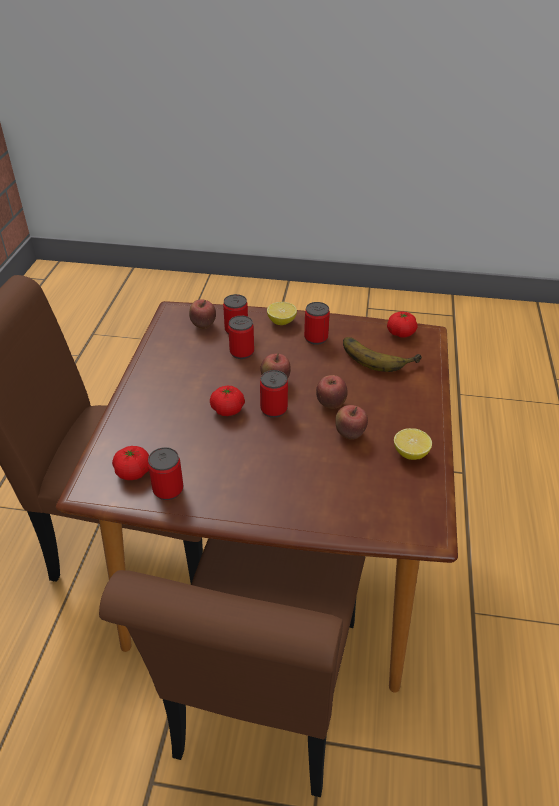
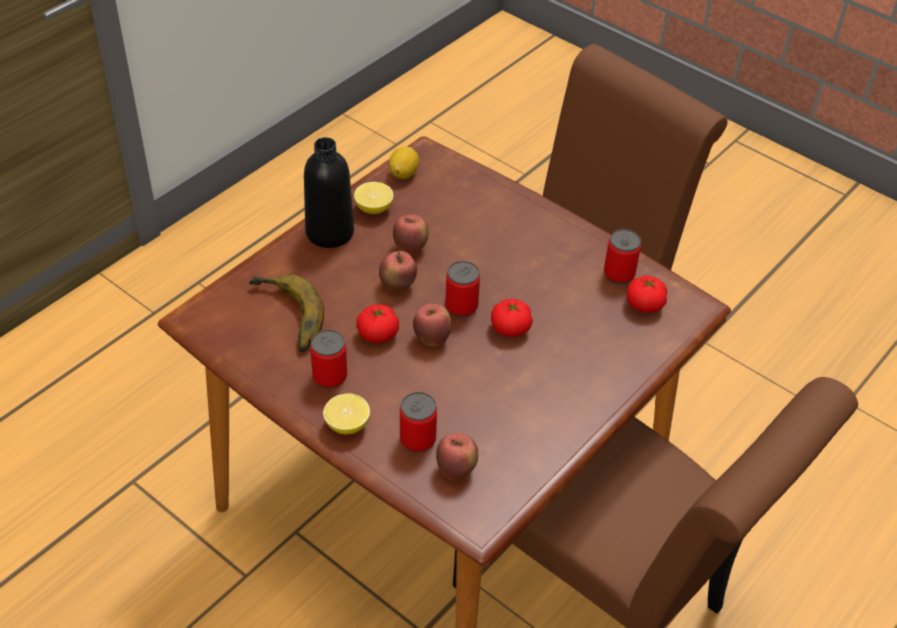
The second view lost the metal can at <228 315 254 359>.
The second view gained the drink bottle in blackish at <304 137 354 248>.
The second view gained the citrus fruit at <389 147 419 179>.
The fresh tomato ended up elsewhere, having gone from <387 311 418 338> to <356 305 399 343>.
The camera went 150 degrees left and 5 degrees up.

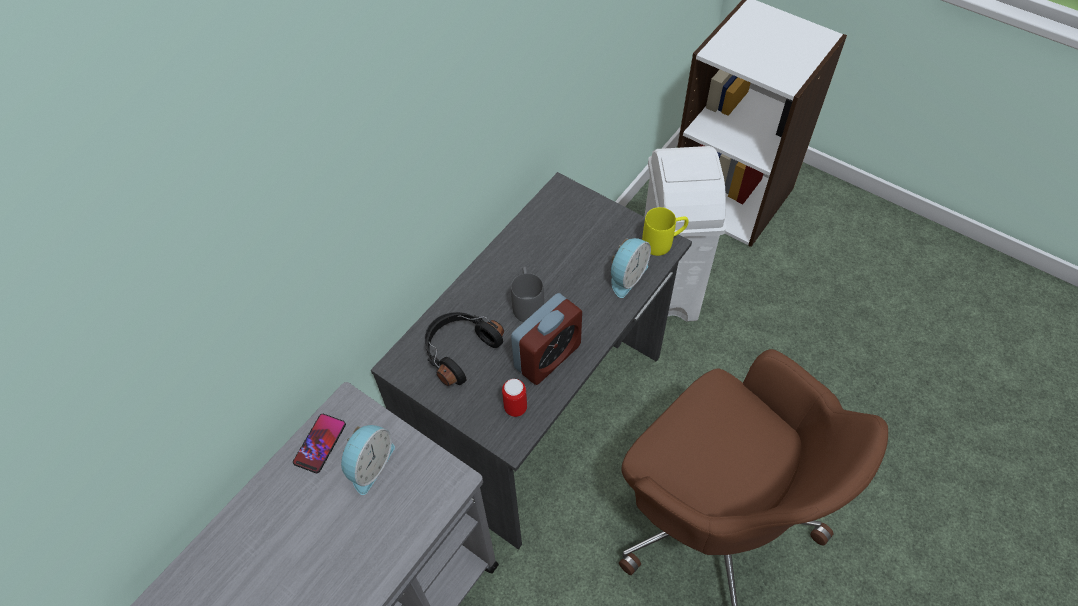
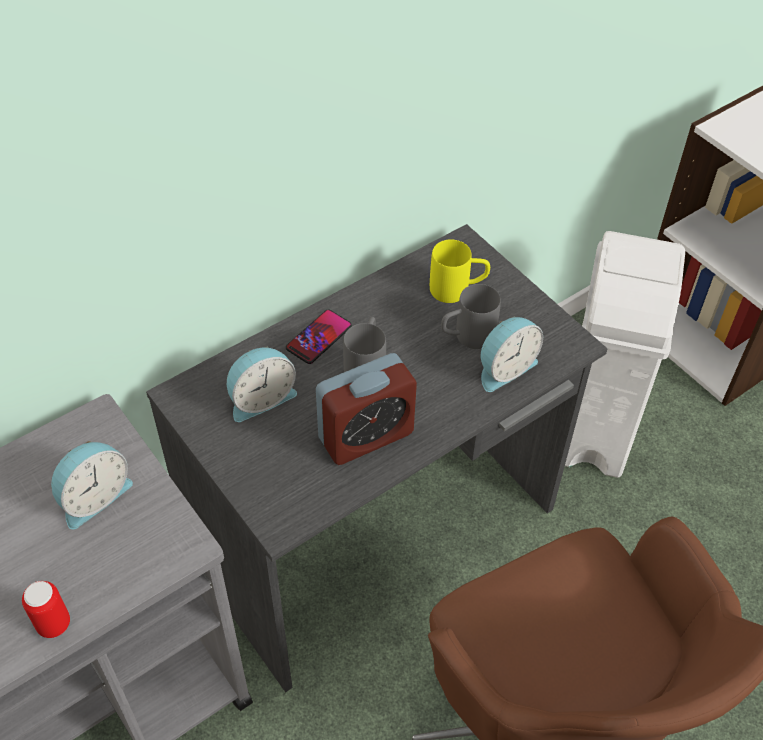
The second view gained the mug in greyish at <441 284 501 349>.
The handset ended up elsewhere, having gone from <293 414 346 473> to <286 310 352 364>.
The metal can ended up elsewhere, having gone from <502 379 527 417> to <22 581 70 638>.
The mug in yellow ended up elsewhere, having gone from <642 207 689 256> to <430 239 490 303>.
Where the headset in blackish stood at <425 312 504 386>, the table clock came to stand at <227 347 297 422>.
The camera went 15 degrees right and 5 degrees down.

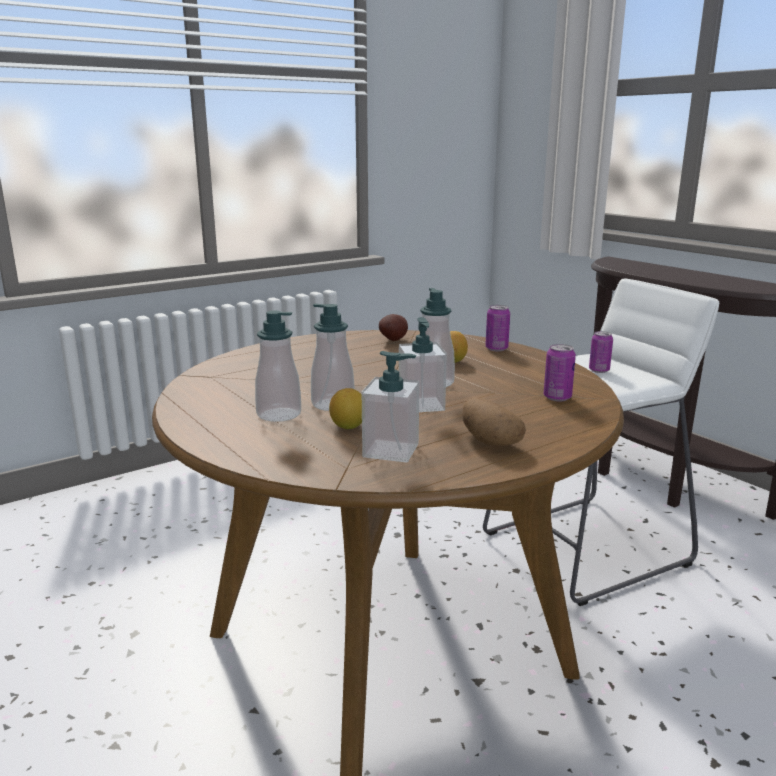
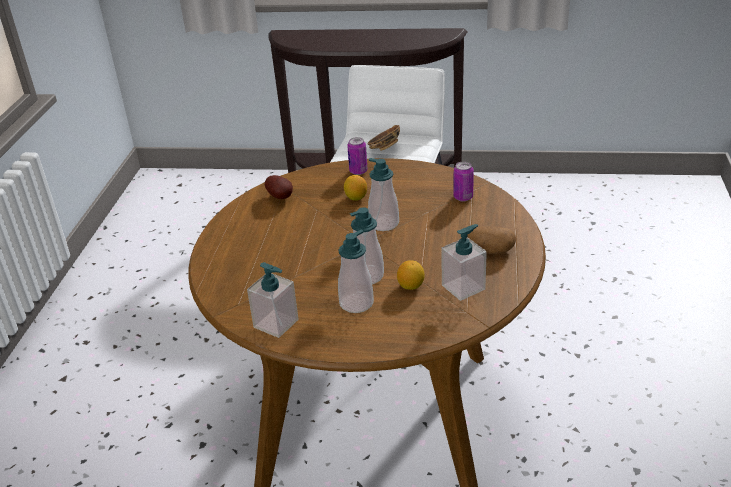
The soap bottle ended up elsewhere, having gone from <399 317 447 412> to <247 262 298 338>.
Where the metal can stood at <589 331 613 373>, the bowl came to stand at <367 125 400 151>.
The camera went 45 degrees left and 15 degrees up.

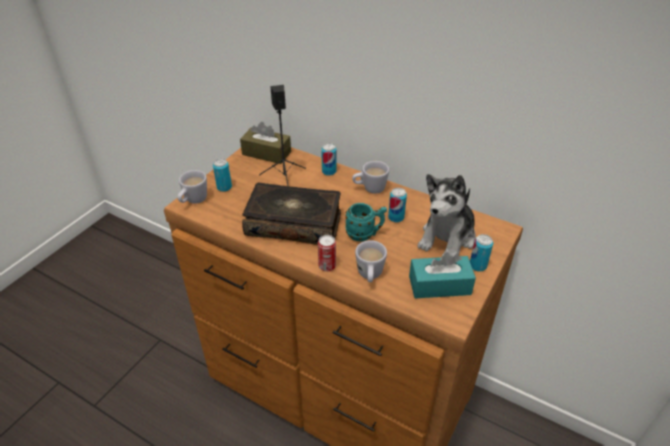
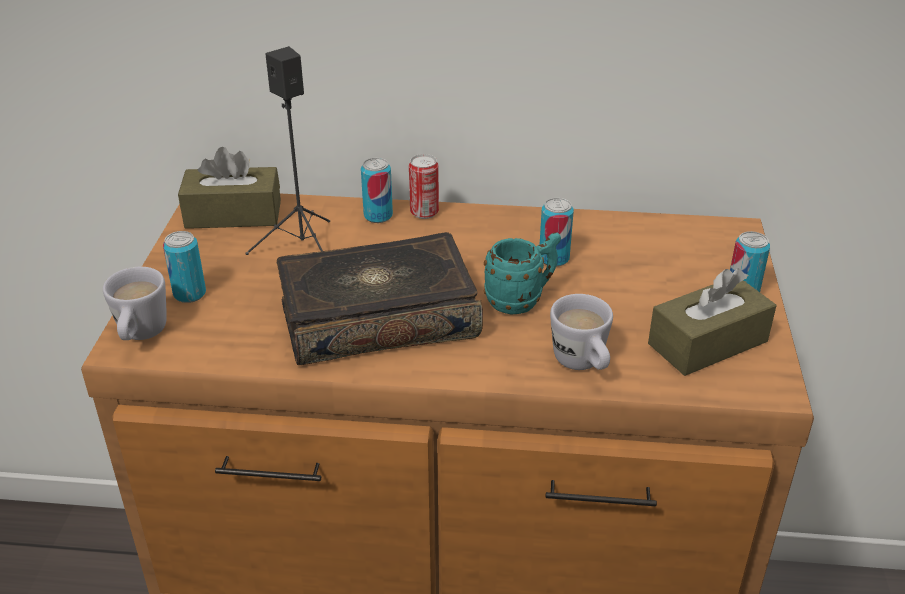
The second view lost the mug in whitish at <352 161 389 194>.
The second view lost the soft toy at <417 174 476 256>.
The metal can ended up elsewhere, having gone from <318 235 336 272> to <409 154 439 219>.
What was the box of tissues in turquoise-coloured at <409 252 476 298> turned into the box of tissues in brownish at <648 268 776 376>.
The camera went 25 degrees left and 5 degrees down.

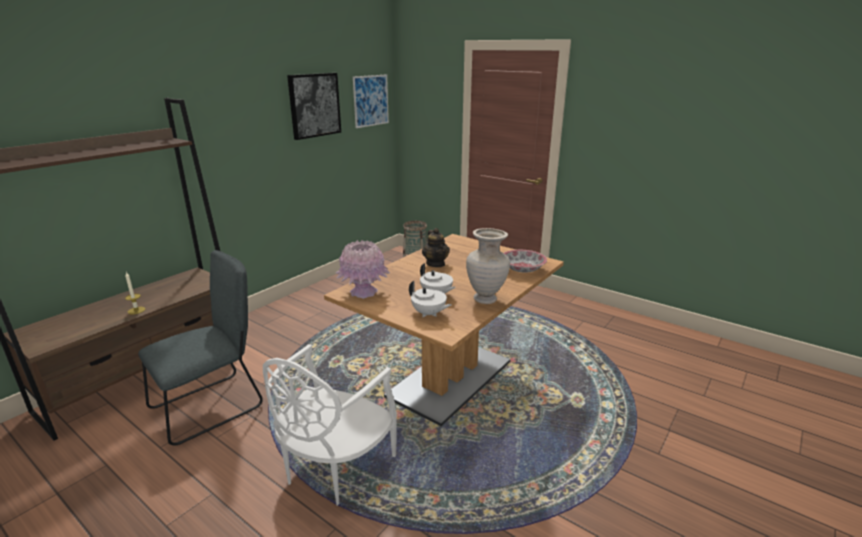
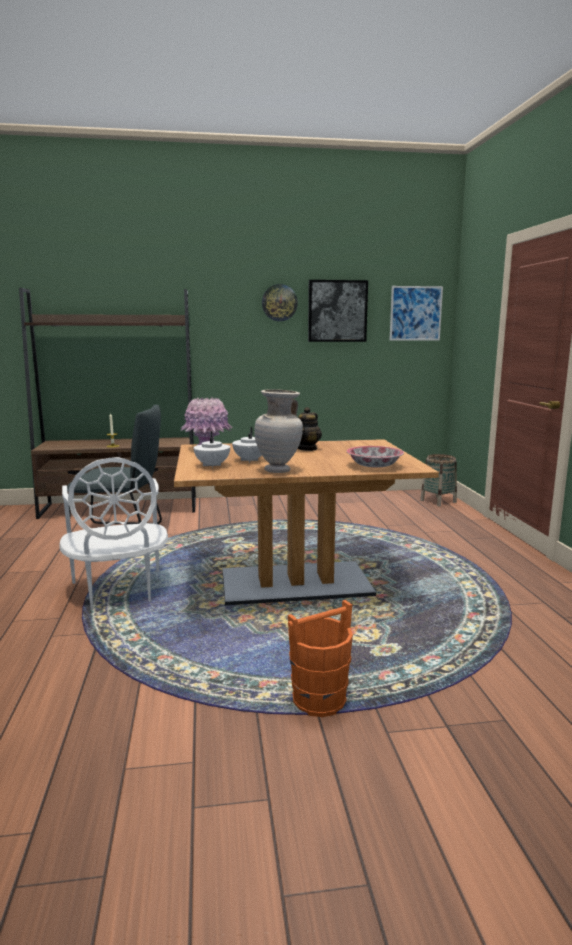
The second view gained the wall clock at <262 284 298 321>.
The second view gained the bucket in orangey at <288 600 353 717>.
The upright chair in whitish at <263 344 397 506> ended up facing another way, 90 degrees counterclockwise from before.
The camera went 45 degrees right and 10 degrees down.

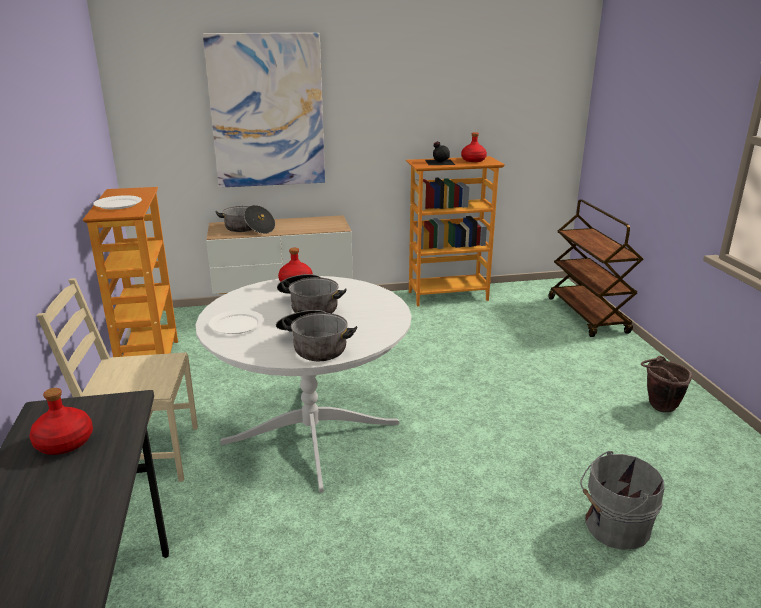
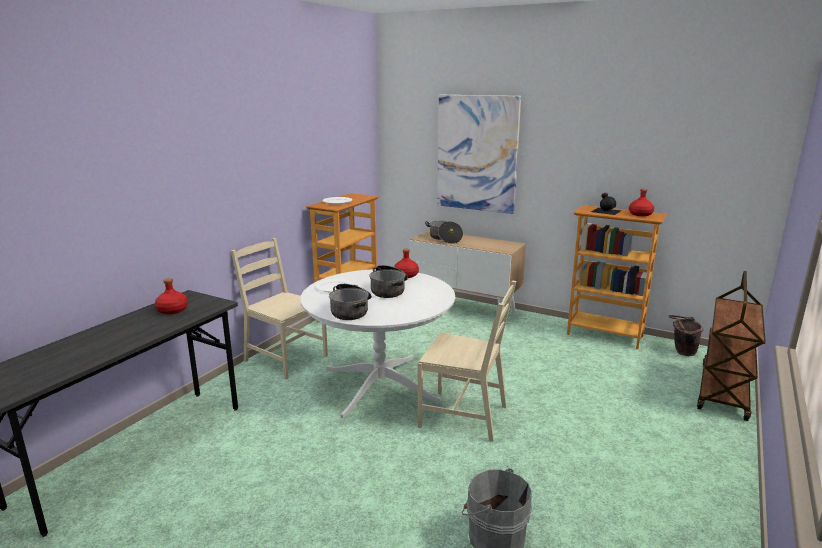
The second view gained the upright chair in sand-coloured at <418 280 516 442>.
The bucket in brownish ended up elsewhere, having gone from <640 356 692 412> to <668 315 703 356>.
The camera went 40 degrees right and 5 degrees down.

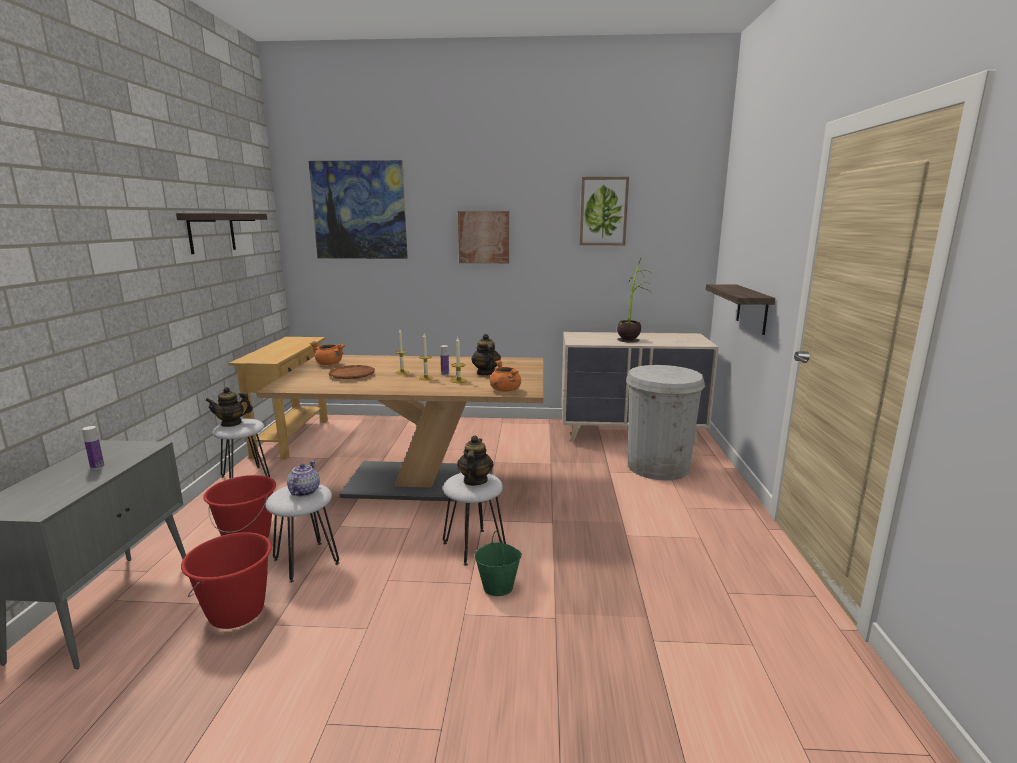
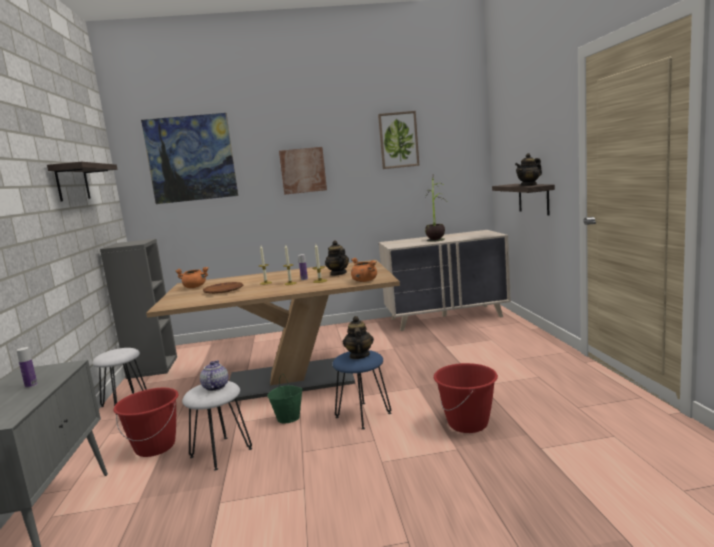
The second view lost the waste bin in whitish at <626 365 705 481>.
The bucket in reddish ended up elsewhere, having gone from <181 532 272 629> to <434 363 498 433>.
The tea pot ended up elsewhere, having gone from <205 387 253 427> to <515 153 542 186>.
The bucket in greenish ended up elsewhere, having gone from <475 531 522 596> to <267 373 303 423>.
Where the hall table in sand-coloured stood at <228 337 328 460>, the bookcase in greyish came to stand at <100 239 177 379>.
What was the stool seat in whitish at <443 473 506 566> turned into the stool seat in blue at <332 350 391 430>.
The camera went 10 degrees left and 5 degrees down.

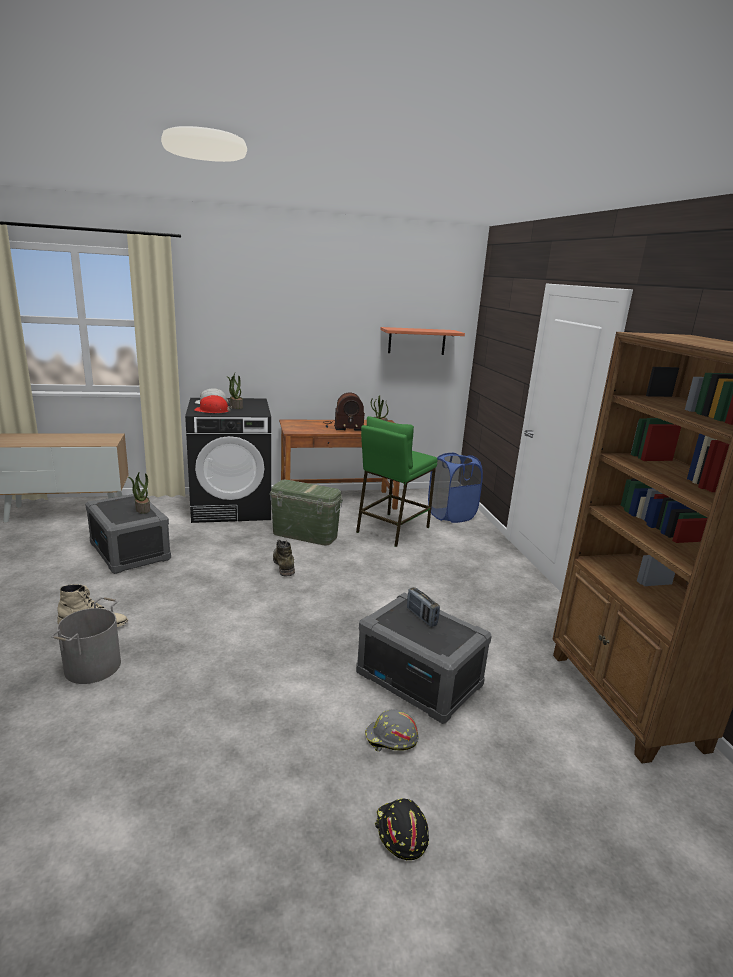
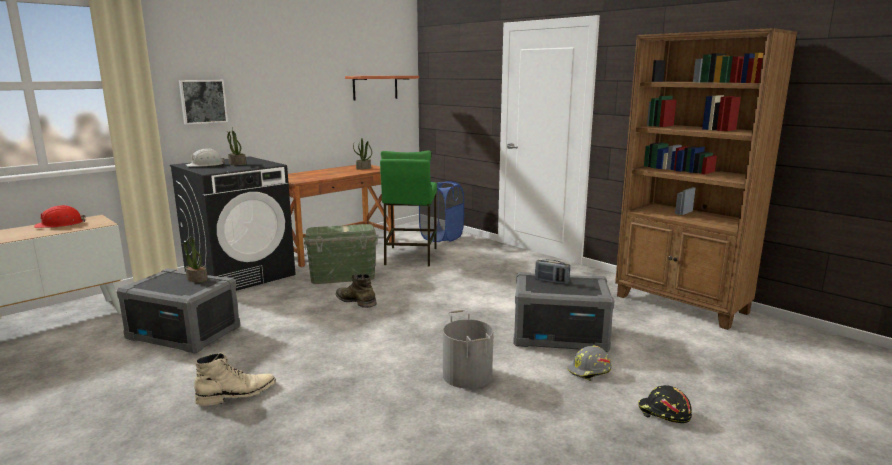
The second view lost the radio at <323 392 365 431>.
The second view gained the wall art at <179 80 228 125>.
The bucket in greyish ended up elsewhere, having gone from <51 597 121 684> to <443 310 493 389>.
The hard hat in reddish ended up elsewhere, having gone from <194 395 231 413> to <34 205 86 228>.
The camera went 30 degrees left and 5 degrees down.

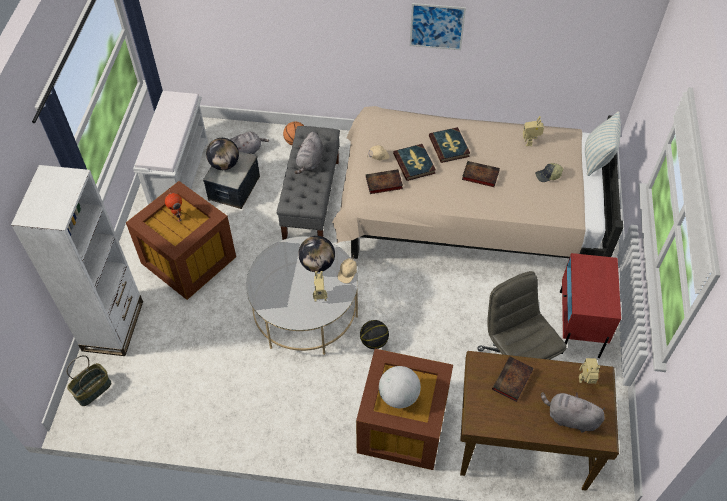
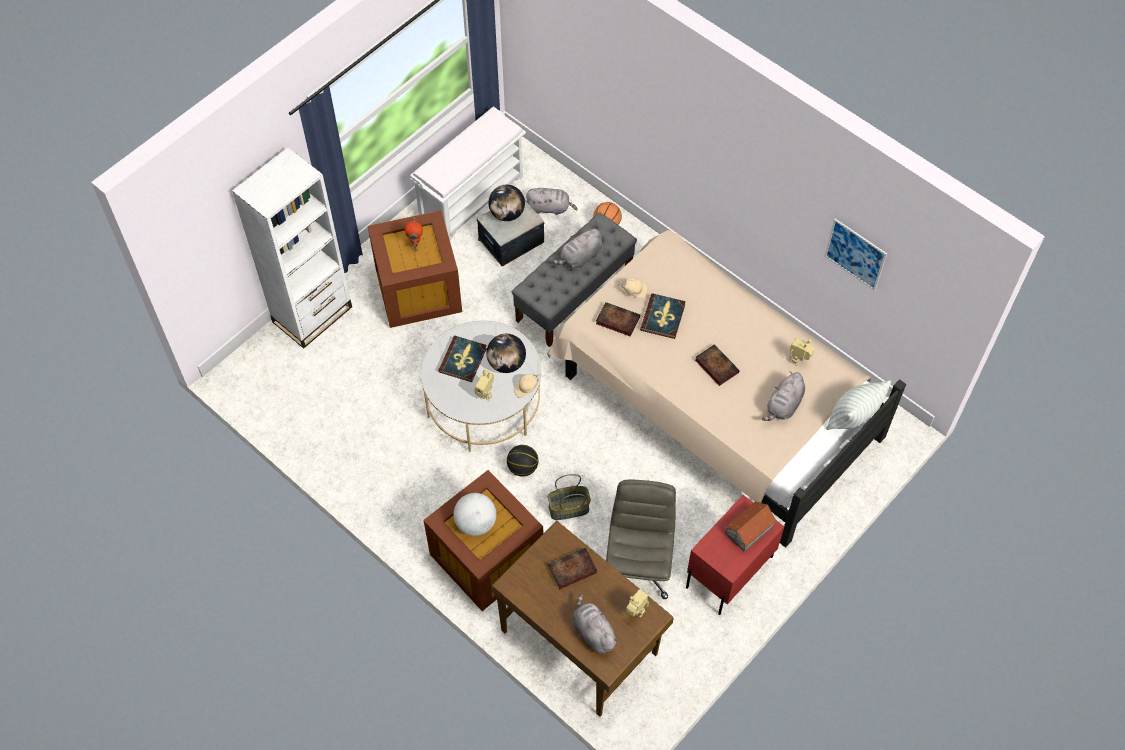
The second view gained the miniature house at <725 501 777 552>.
The basket ended up elsewhere, having gone from <67 355 111 406> to <548 474 591 520>.
The wall art ended up elsewhere, having gone from <410 3 466 50> to <825 219 887 291>.
The bound book ended up elsewhere, having gone from <429 127 470 163> to <438 336 487 382>.
Where the peaked cap stood at <535 163 563 182>, the soft toy in greyish came to stand at <762 372 805 421>.
The camera went 35 degrees right and 5 degrees up.

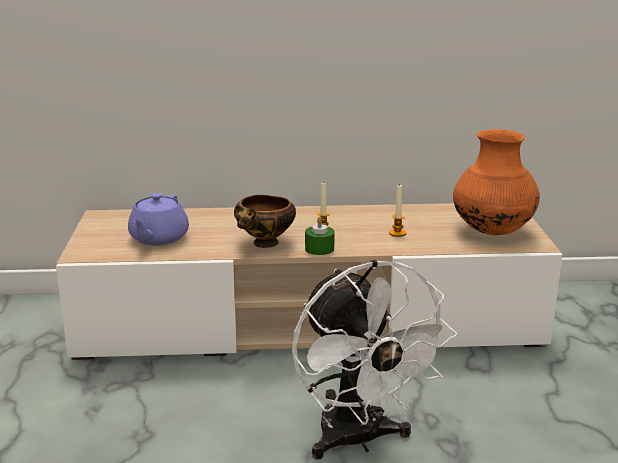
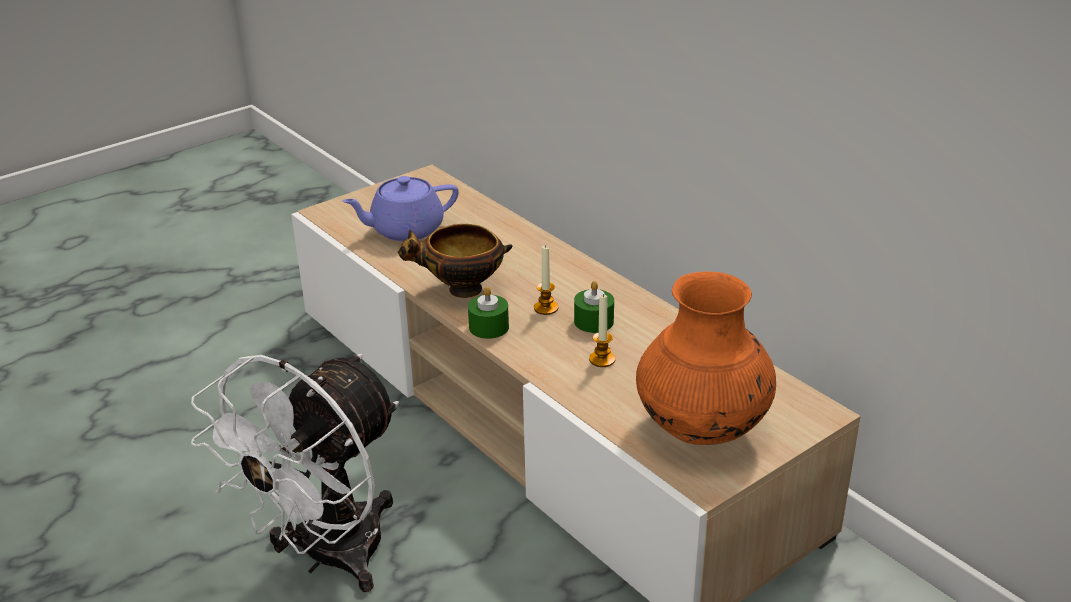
The second view gained the wax candle in greenish at <574 281 614 333>.
The camera went 55 degrees right and 10 degrees up.

